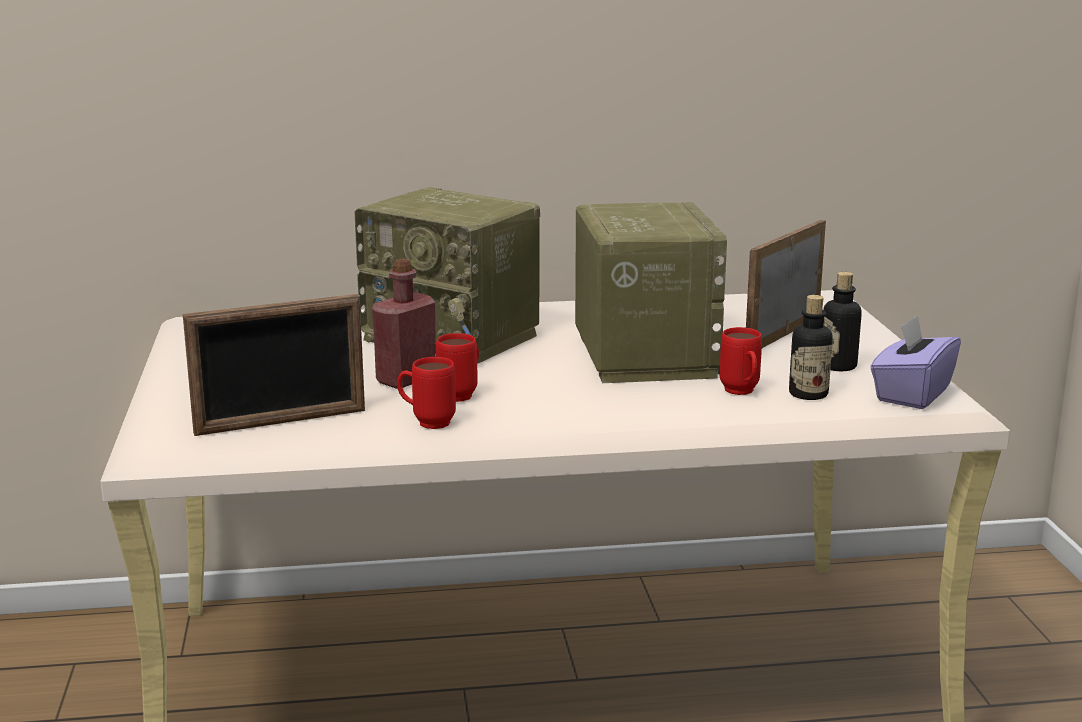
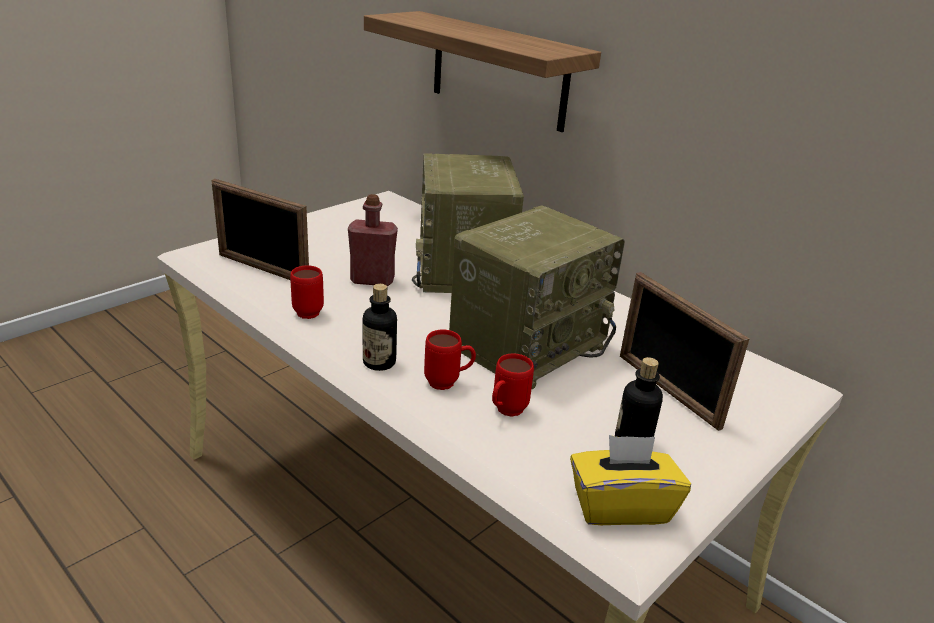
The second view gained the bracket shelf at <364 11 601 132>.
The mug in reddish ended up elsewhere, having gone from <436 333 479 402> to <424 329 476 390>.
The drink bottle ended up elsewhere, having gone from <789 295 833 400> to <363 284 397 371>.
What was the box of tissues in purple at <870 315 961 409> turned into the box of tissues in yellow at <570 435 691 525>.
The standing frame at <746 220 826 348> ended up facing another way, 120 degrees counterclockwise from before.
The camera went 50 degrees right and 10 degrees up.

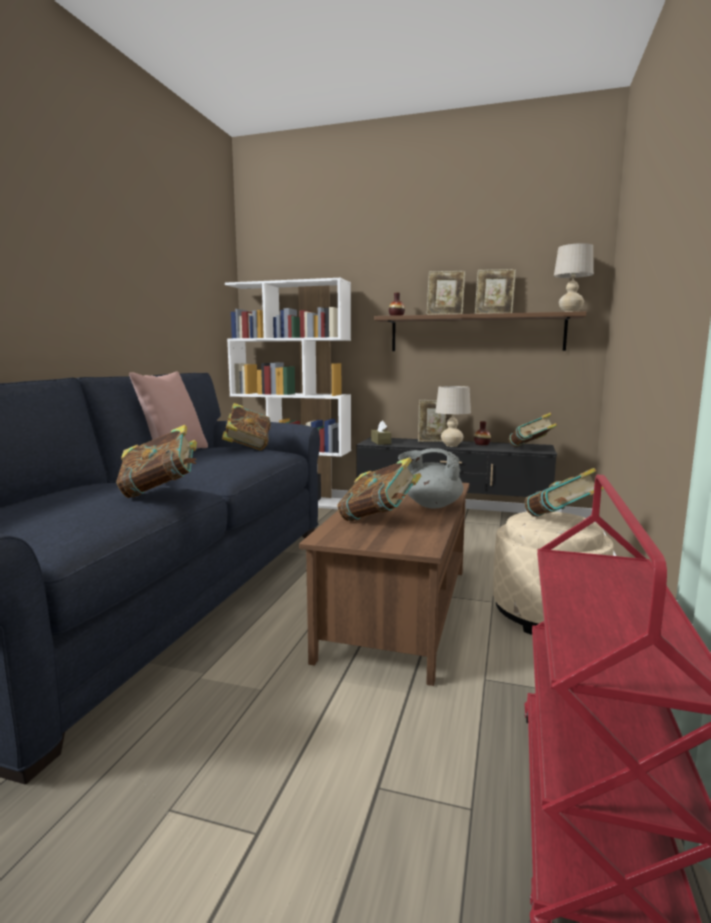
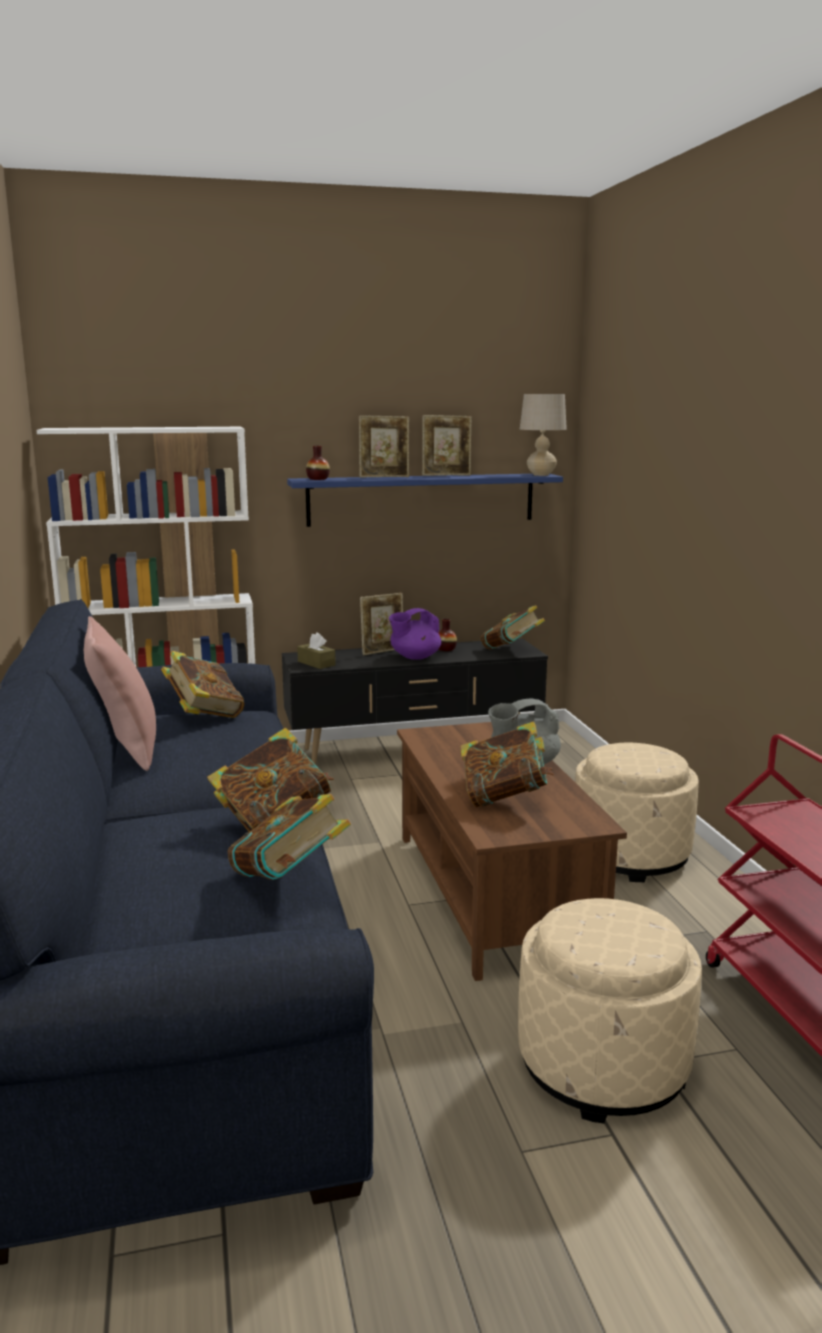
The second view gained the pouffe in sand-coloured at <518 898 702 1124>.
The bound book ended up elsewhere, having gone from <525 468 604 517> to <228 794 351 880>.
Where the table lamp in sand-coloured stood at <435 386 471 447>, the tea pot in purple came to stand at <389 608 441 660>.
What was the bracket shelf in brownish at <374 311 587 351> turned into the bracket shelf in blue at <287 474 563 527>.
The camera went 30 degrees left and 5 degrees up.

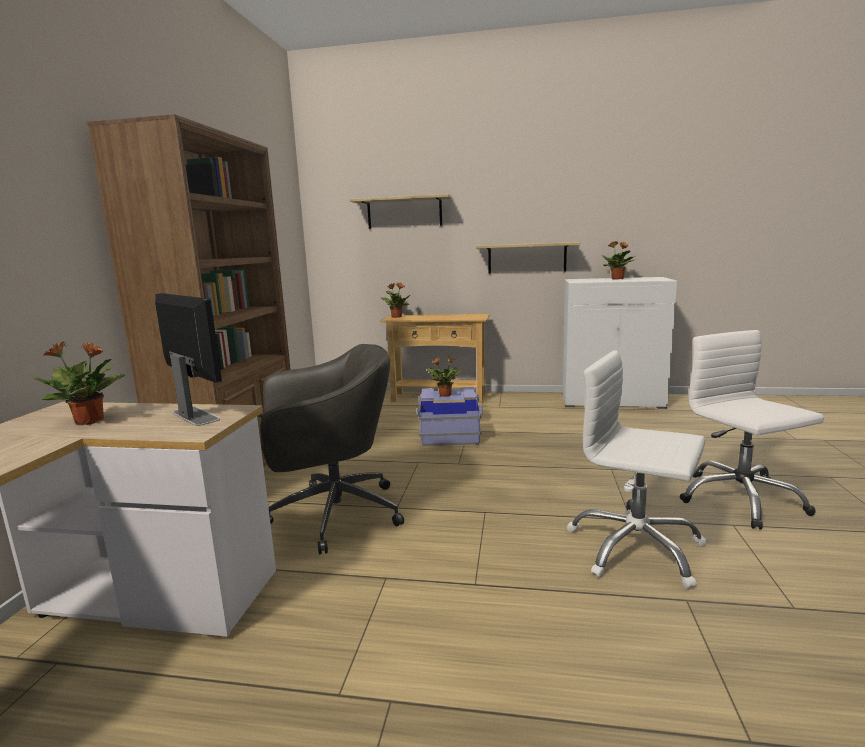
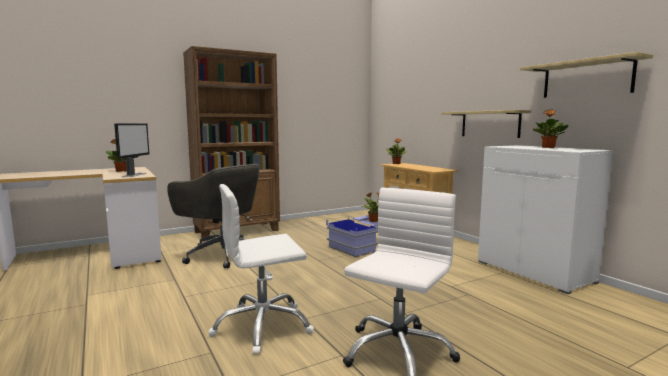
The bracket shelf ended up elsewhere, having gone from <350 194 452 229> to <520 52 653 98>.
The desk chair in whitish at <566 350 707 589> ended up facing another way, 105 degrees counterclockwise from before.
The camera went 50 degrees right and 5 degrees down.

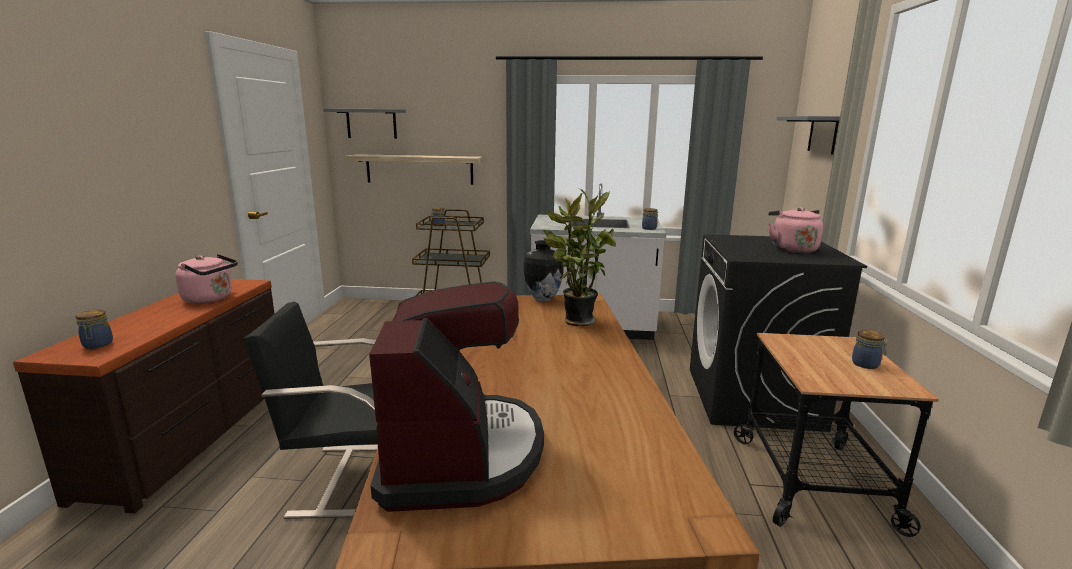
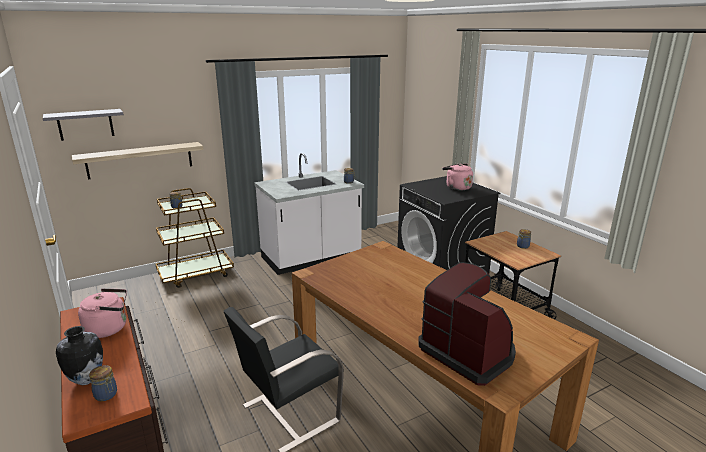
The second view lost the houseplant at <543 189 616 326>.
The second view lost the bracket shelf in greyish at <776 116 840 154>.
The vase ended up elsewhere, having gone from <524 240 564 302> to <56 326 103 385>.
The camera went 35 degrees left and 5 degrees up.

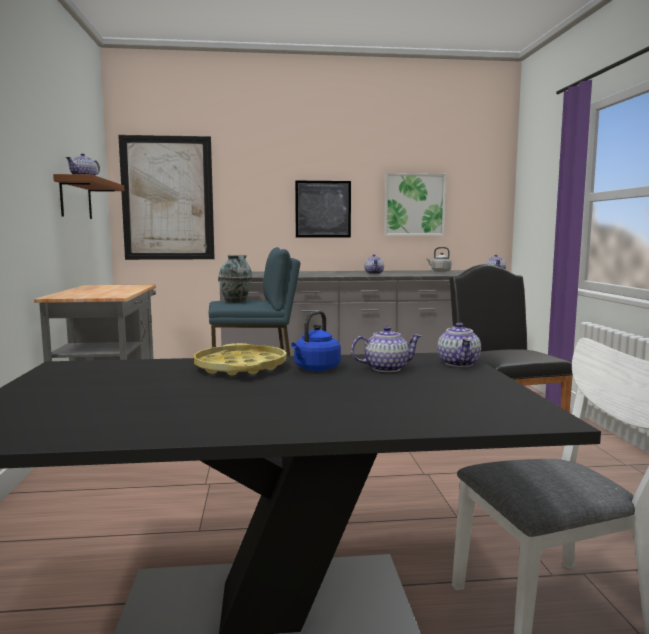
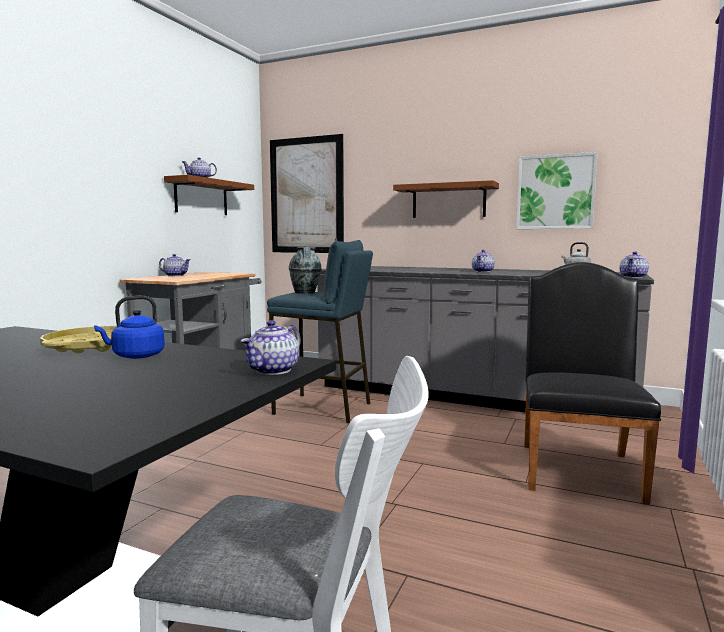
The tea pot ended up elsewhere, having gone from <351 326 422 372> to <159 254 191 276>.
Where the wall art hung at <295 181 351 238>, the bracket shelf in brownish came to hang at <393 180 499 218>.
The camera went 30 degrees right and 0 degrees up.

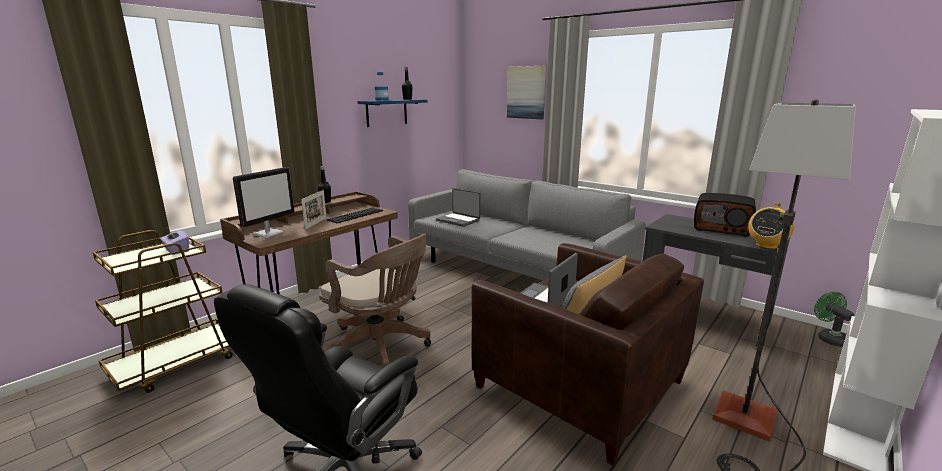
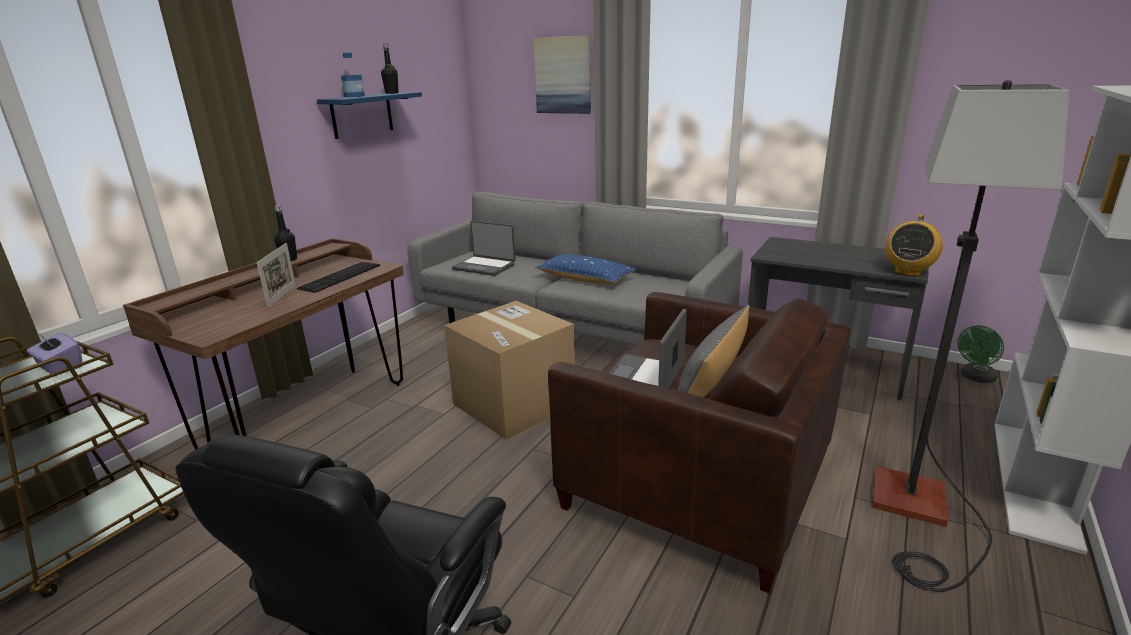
The second view lost the computer display at <233 167 295 238>.
The second view lost the desk chair in brownish at <319 234 431 367>.
The second view lost the radio at <694 193 756 237>.
The second view gained the cardboard box at <444 301 575 440>.
The second view gained the cushion in blue at <536 254 636 284>.
The cooling fan in greenish at <814 292 854 347> ended up facing another way, 105 degrees counterclockwise from before.
The camera went 10 degrees left and 5 degrees up.

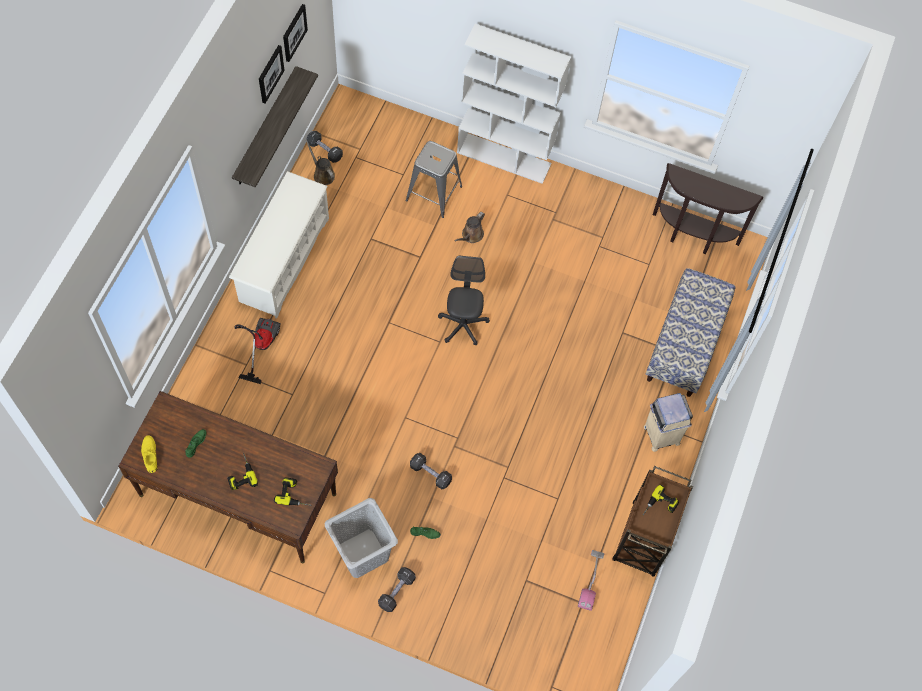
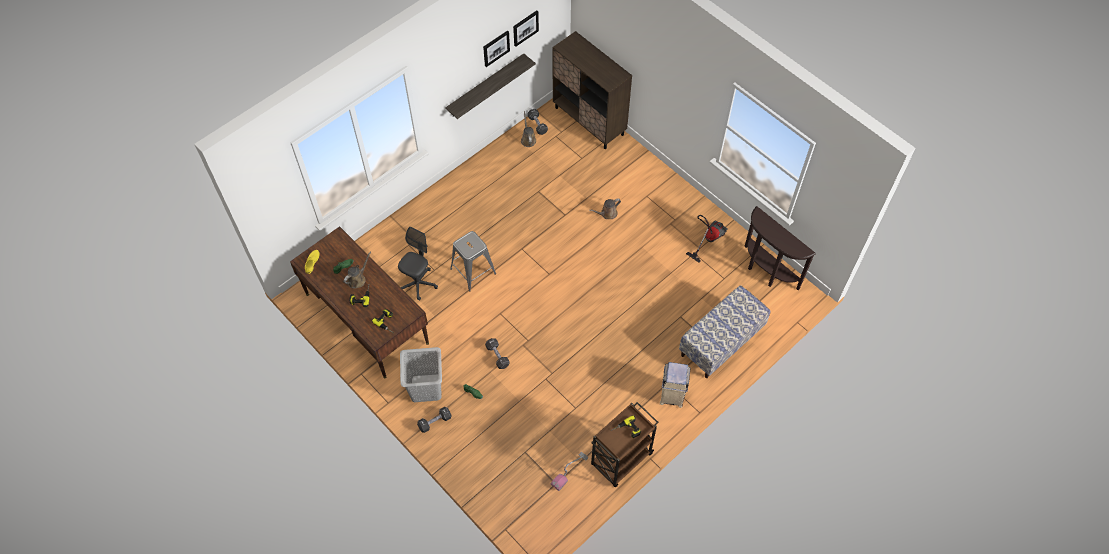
The second view lost the shoe stand in whitish at <229 171 329 319>.
The second view lost the bookcase in whitish at <457 24 571 184>.
The second view gained the watering pot in brownish at <343 251 371 289>.
The second view gained the cupboard in brownish at <553 31 632 149>.
The vacuum ended up elsewhere, having gone from <234 318 281 384> to <686 215 727 263>.
The stool seat in greyish ended up elsewhere, having gone from <405 141 462 218> to <450 231 496 292>.
The desk chair in greyish ended up elsewhere, having gone from <438 256 490 345> to <398 227 438 301>.
The camera went 30 degrees right and 5 degrees down.

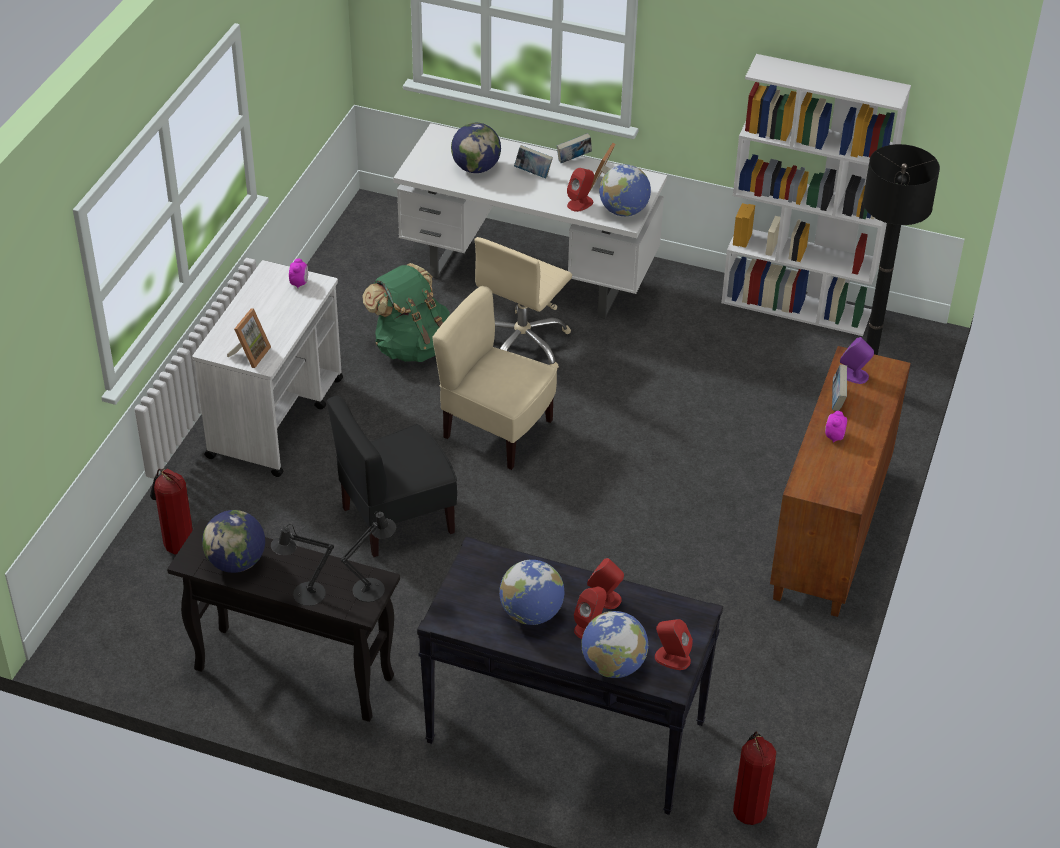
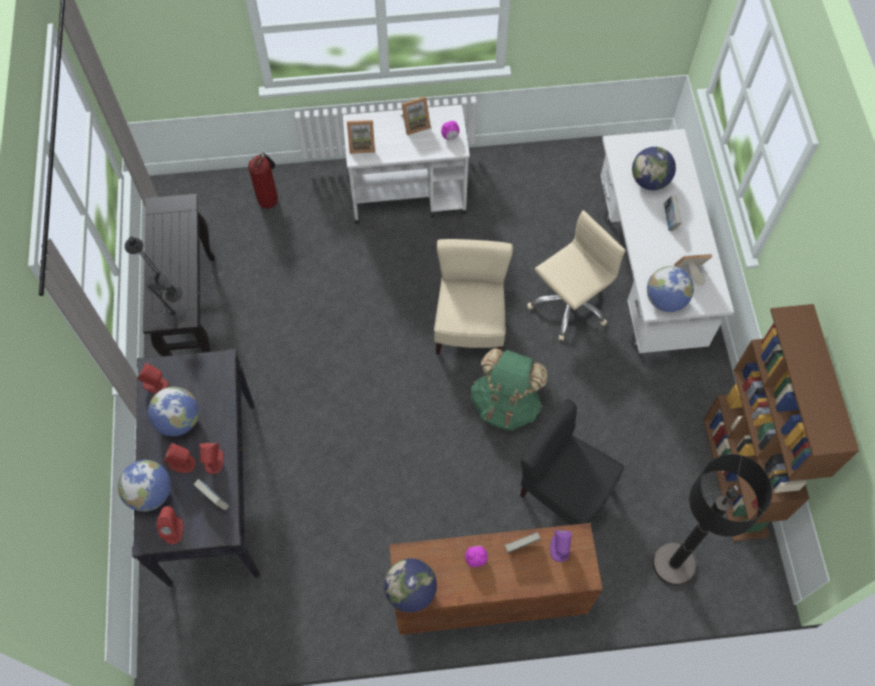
The second view lost the extinguisher at <733 731 776 825>.
The second view gained the standing frame at <400 96 431 135>.
The globe ended up elsewhere, having gone from <202 510 265 573> to <384 558 437 613>.
The upright chair in blackish ended up elsewhere, having gone from <327 396 457 557> to <520 399 624 525>.
The rucksack in greenish ended up elsewhere, having gone from <363 263 450 362> to <471 348 548 431>.
The bound book ended up elsewhere, having gone from <557 133 592 163> to <194 479 229 510>.
The speaker in reddish ended up elsewhere, having gone from <567 168 594 212> to <138 363 169 394>.
What was the bookcase in whitish at <721 54 911 336> turned into the bookcase in brownish at <703 304 859 541>.
The desk chair in sand-coloured at <474 237 572 369> ended up facing another way, 135 degrees clockwise from before.
The camera went 65 degrees right and 20 degrees up.

